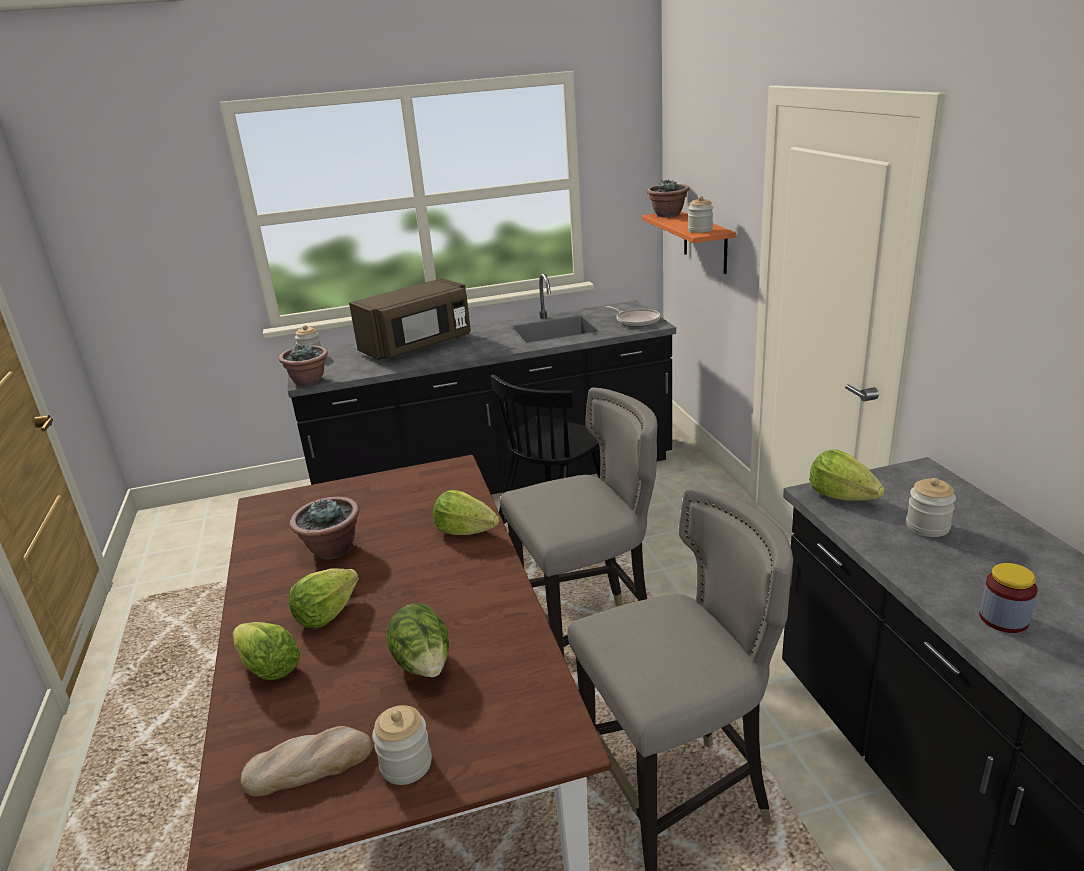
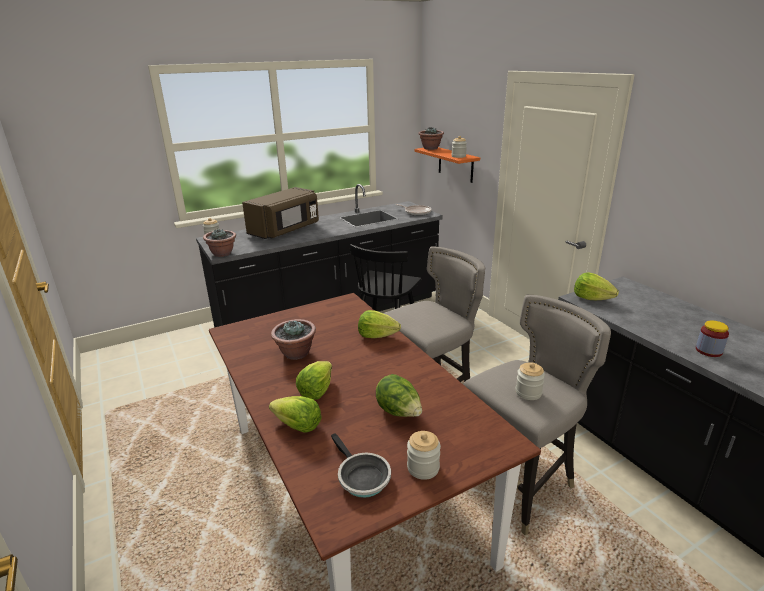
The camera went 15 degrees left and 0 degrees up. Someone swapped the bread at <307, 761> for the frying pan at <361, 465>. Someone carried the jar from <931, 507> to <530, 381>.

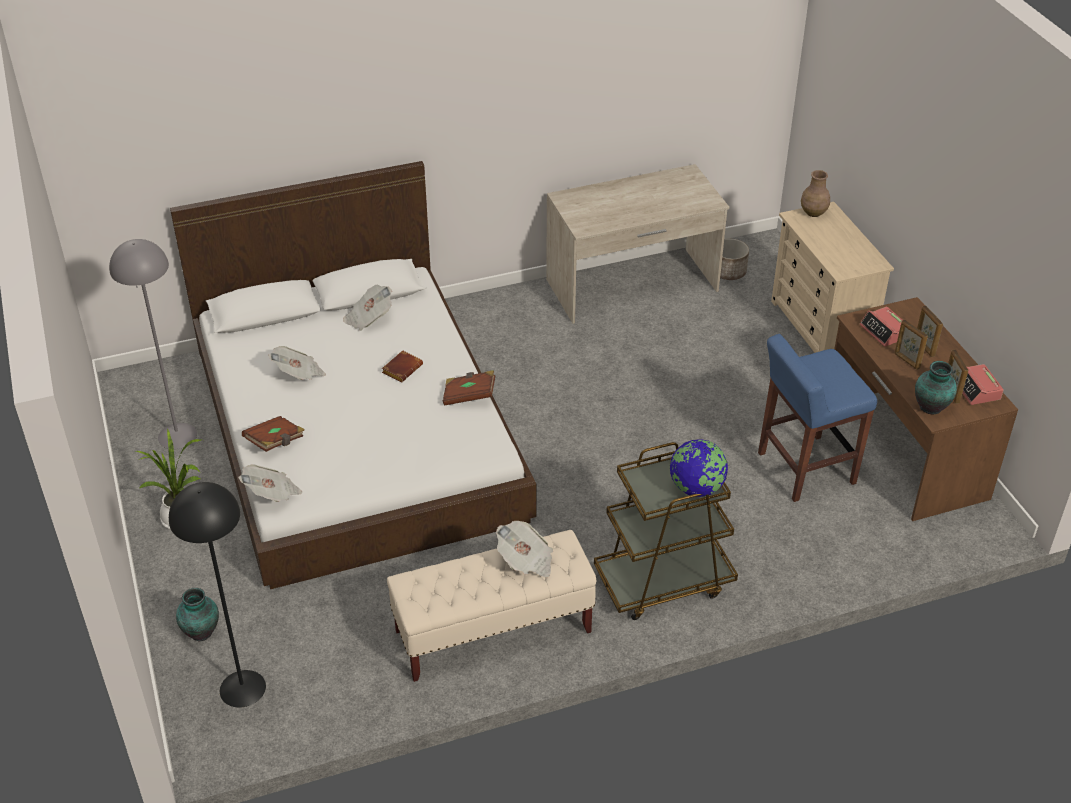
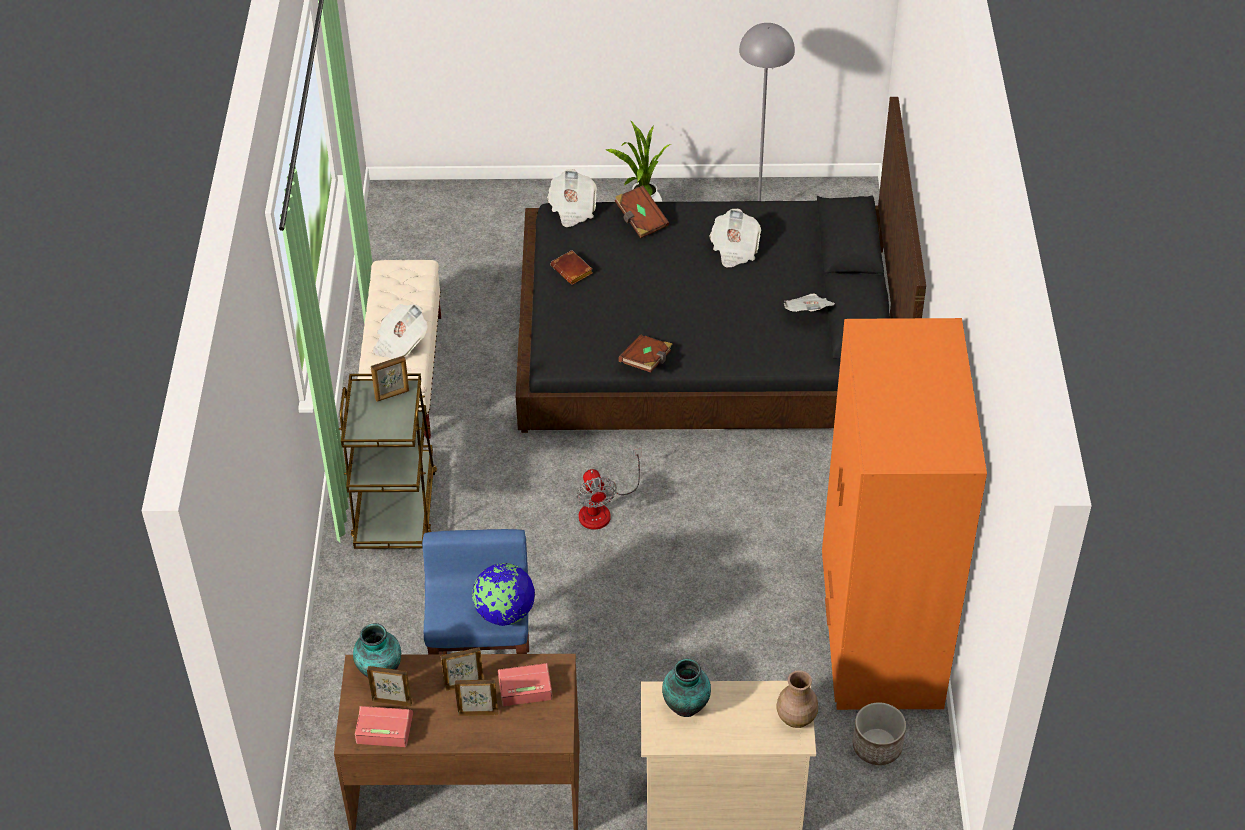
The camera went 110 degrees right and 5 degrees up. Someone took away the black floor lamp at <217, 594>. Someone repainted the white bed at <353, 375>, which became the black bed at <721, 265>. Someone carried the vase from <197, 614> to <686, 687>. Someone carried the brown book from <402, 366> to <572, 267>. Someone swapped the beige desk at <637, 244> for the orange wardrobe at <904, 514>. Someone carried the globe from <699, 468> to <503, 594>. Someone put down the picture frame at <390, 379>. Someone put down the fan at <609, 489>.

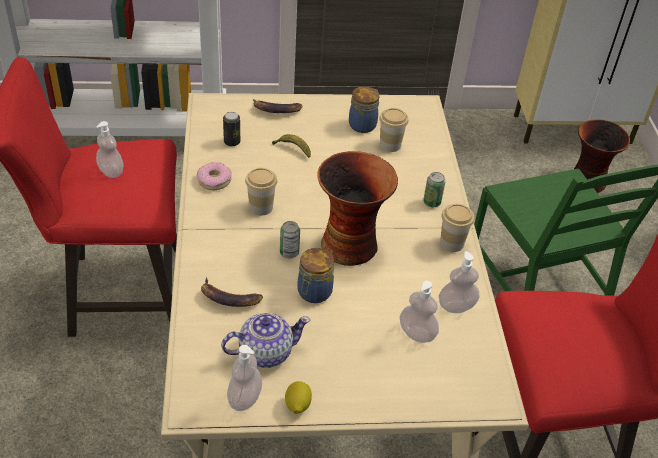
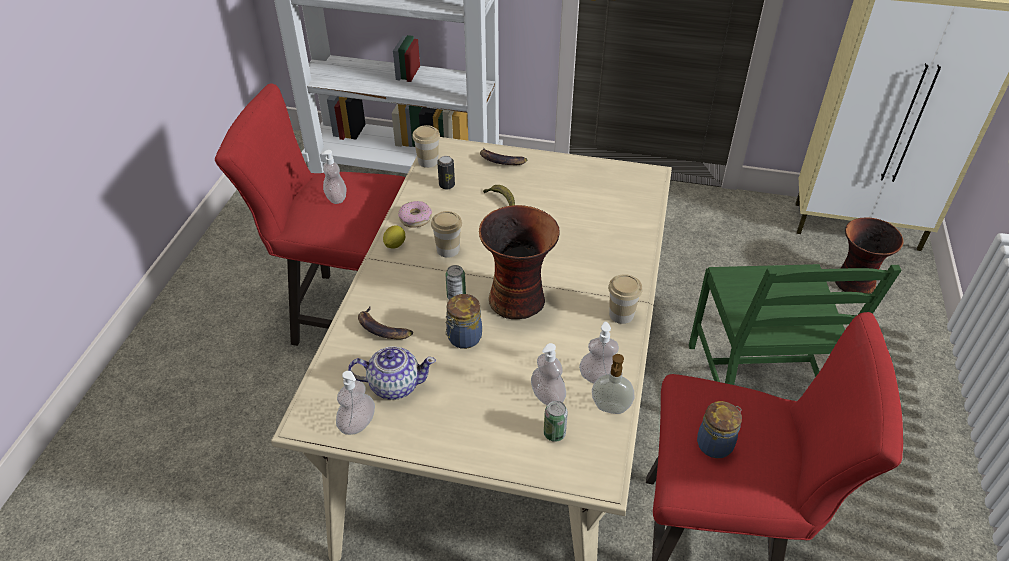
The camera went 20 degrees right and 0 degrees up. Someone carried the lemon from <298, 397> to <394, 237>. Someone carried the jar from <364, 110> to <719, 429>. Someone carried the cup from <393, 130> to <426, 146>. Someone carried the can from <434, 189> to <556, 421>. Someone put down the soap dispenser at <613, 384>.

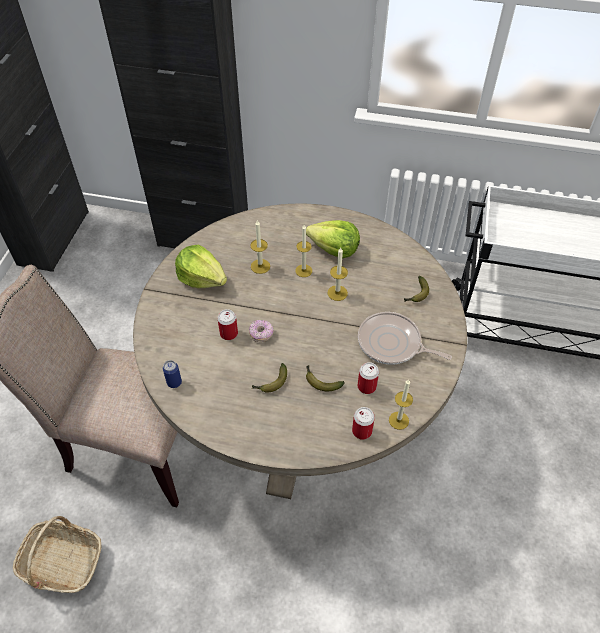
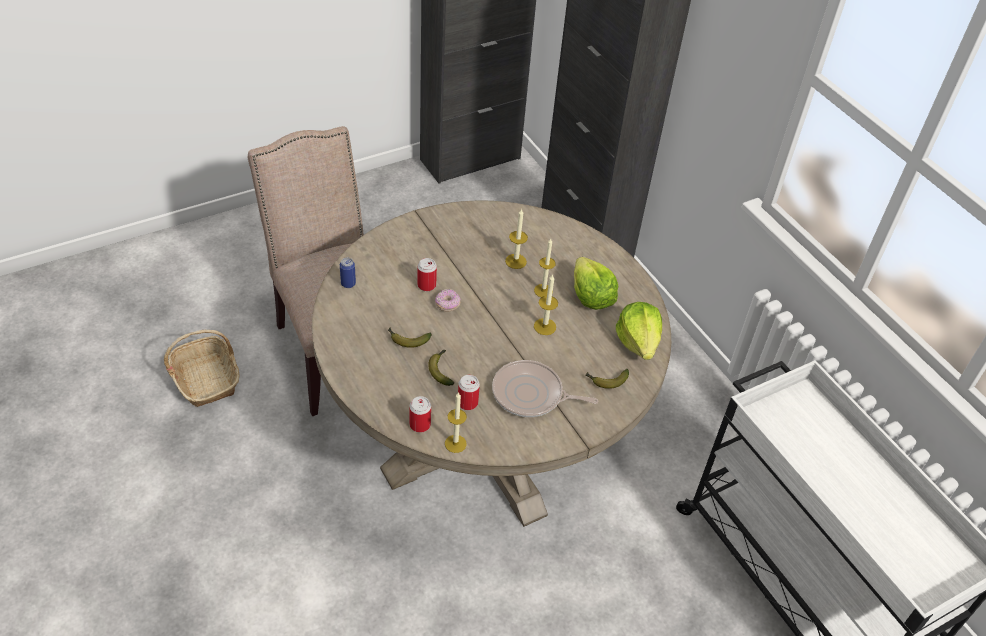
The camera went 45 degrees right and 5 degrees down. Someone carried the lettuce from <201, 266> to <639, 331>. Someone rotated the frying pan at <405, 338> by 60 degrees counterclockwise.

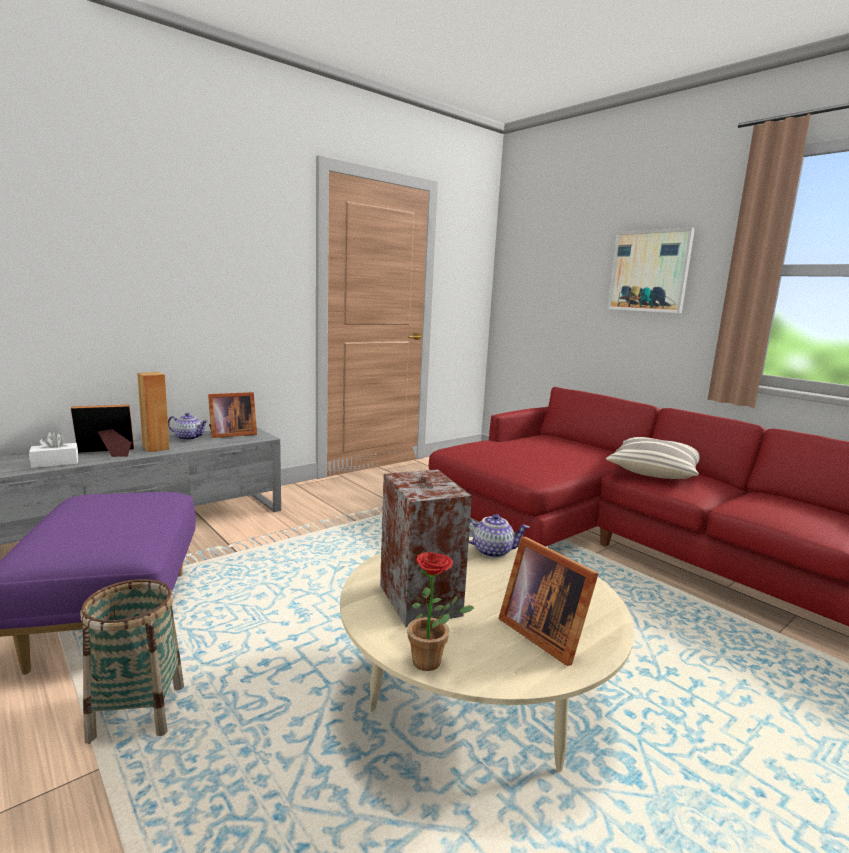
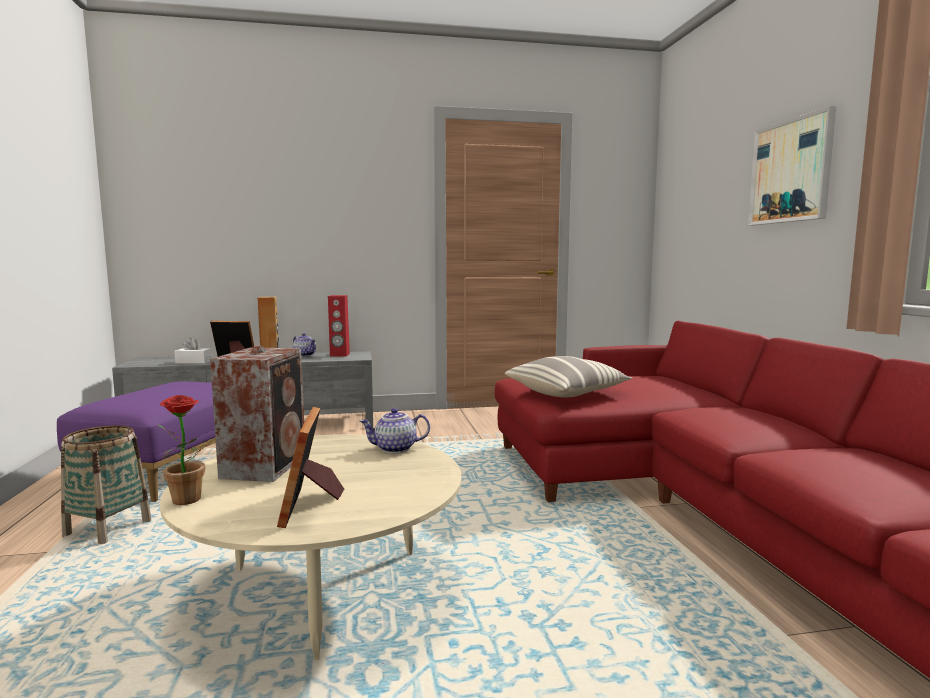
The camera went 30 degrees right and 5 degrees down. Someone swapped the picture frame at <232, 415> for the red speaker at <339, 325>. Someone rotated the teapot at <499, 536> by 135 degrees clockwise. Someone carried the pillow from <653, 458> to <568, 377>.

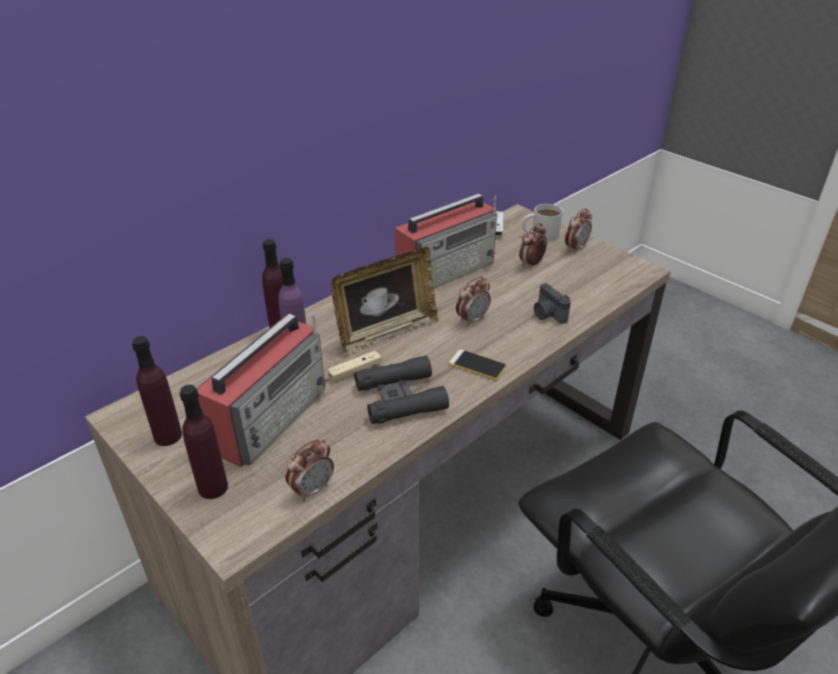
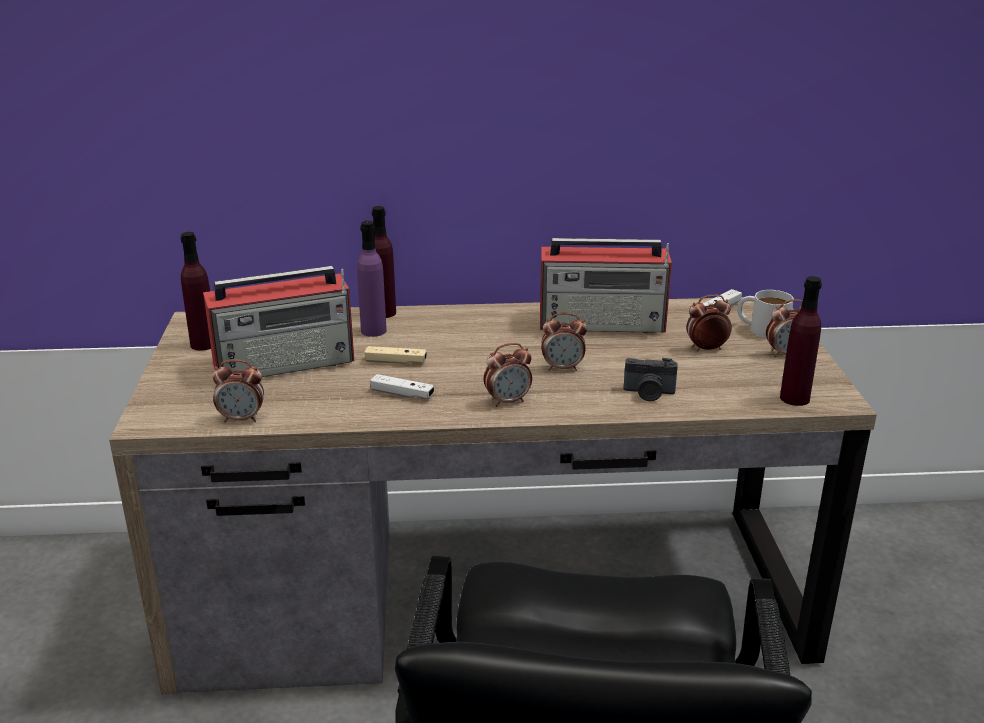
The camera went 40 degrees right and 10 degrees down. Someone carried the purple bottle from <204, 442> to <801, 341>. Someone took away the picture frame at <385, 300>. Someone swapped the black binoculars at <401, 389> for the white game controller at <402, 386>. Someone swapped the phone at <478, 364> for the alarm clock at <507, 375>. Someone rotated the photo camera at <552, 303> by 90 degrees counterclockwise.

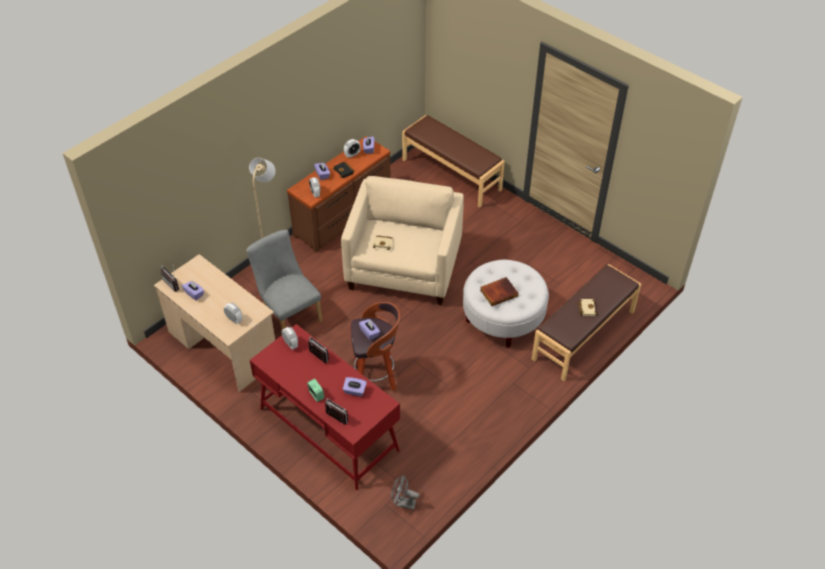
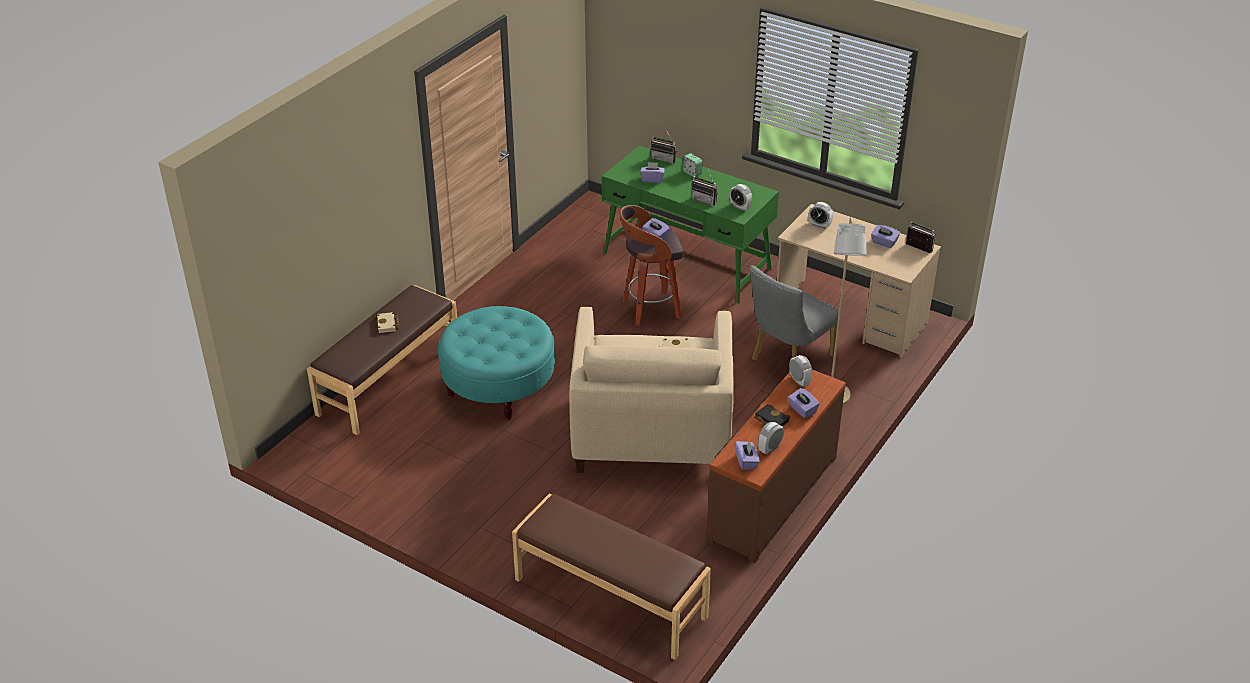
The camera went 170 degrees right and 10 degrees down. Someone rotated the grey chair at <284, 280> by 90 degrees clockwise. Someone repainted the red desk at <325, 407>, which became the green desk at <690, 224>. Someone took away the grey fan at <405, 492>. Someone repainted the white ottoman at <506, 304>, which became the turquoise ottoman at <496, 363>. Someone took away the book at <499, 291>.

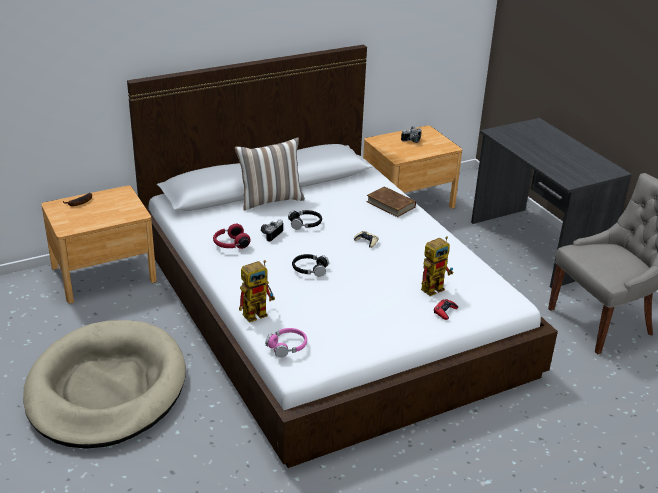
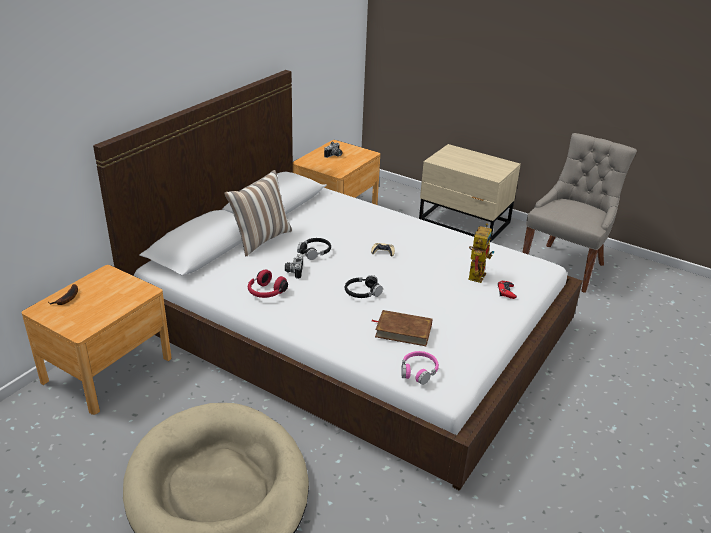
The camera went 30 degrees left and 0 degrees up. Someone took away the toy robot at <257, 291>. Someone carried the brown book from <391, 201> to <402, 328>. Someone swapped the grey desk at <551, 203> for the beige nightstand at <470, 193>.

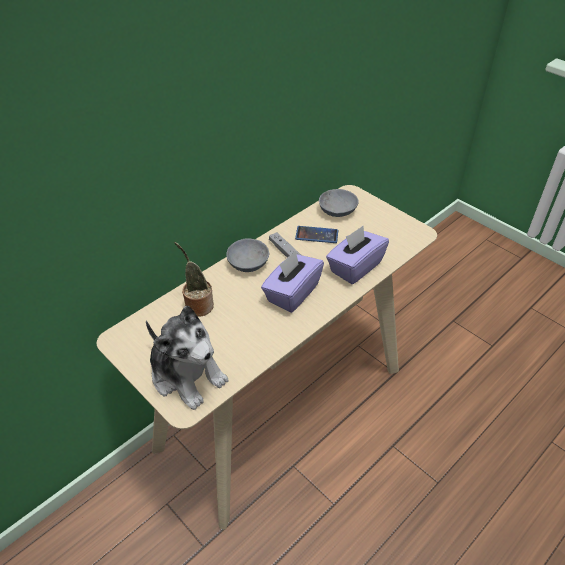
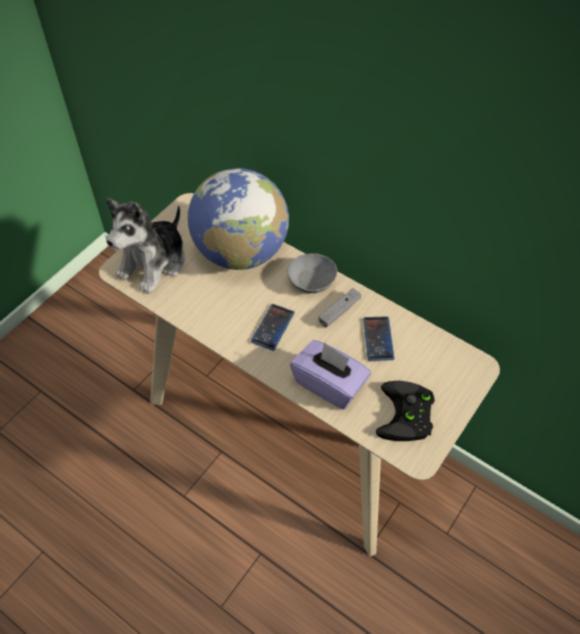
The camera went 80 degrees right and 10 degrees up. Someone swapped the potted plant at <194, 279> for the globe at <238, 219>. Someone swapped the purple tissue box at <292, 281> for the phone at <273, 327>. Someone took away the grey bowl at <339, 203>. Someone put down the black game controller at <405, 411>.

